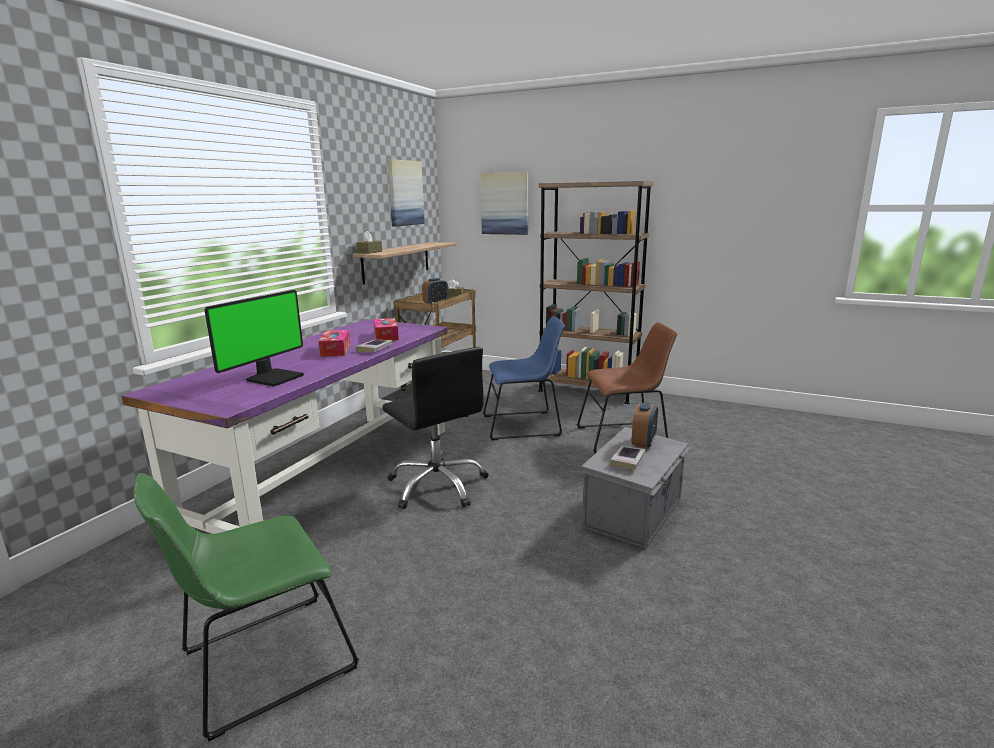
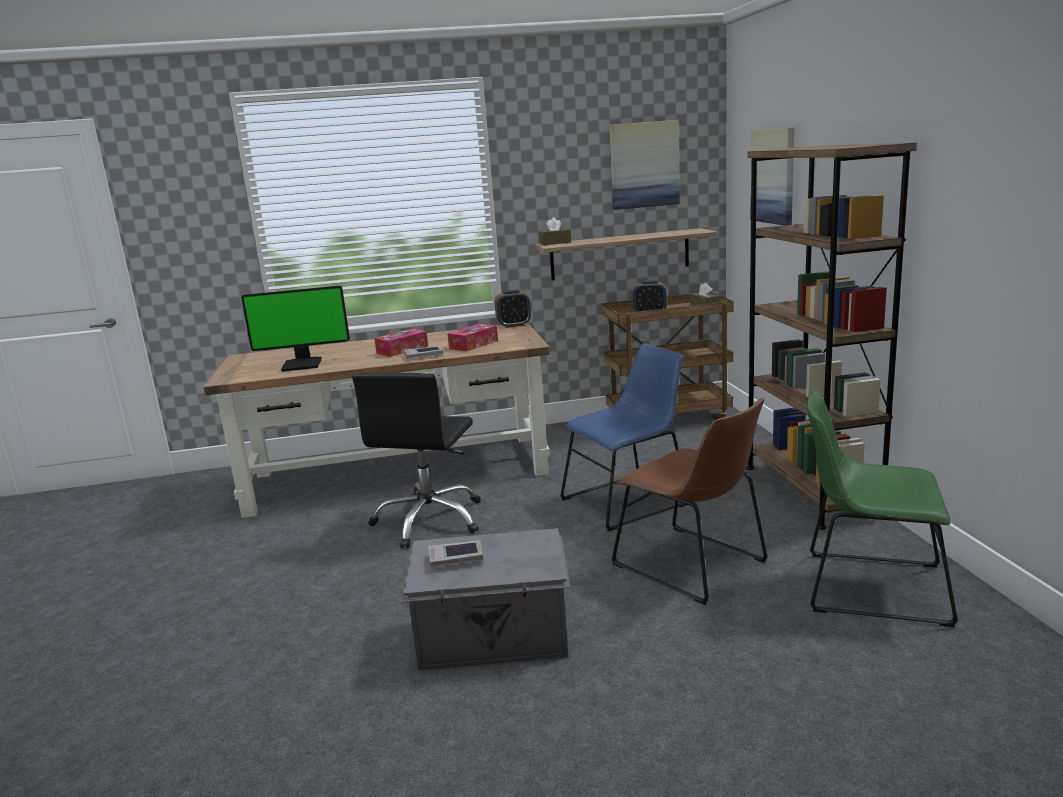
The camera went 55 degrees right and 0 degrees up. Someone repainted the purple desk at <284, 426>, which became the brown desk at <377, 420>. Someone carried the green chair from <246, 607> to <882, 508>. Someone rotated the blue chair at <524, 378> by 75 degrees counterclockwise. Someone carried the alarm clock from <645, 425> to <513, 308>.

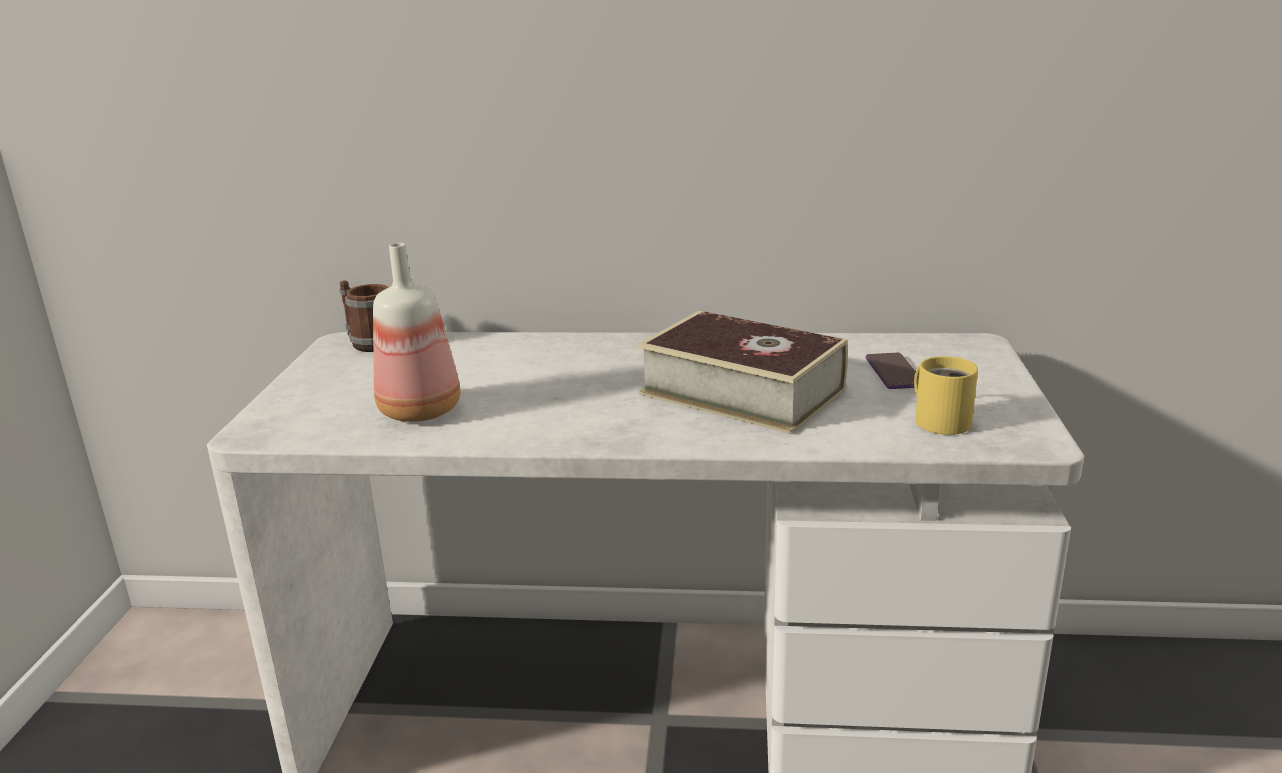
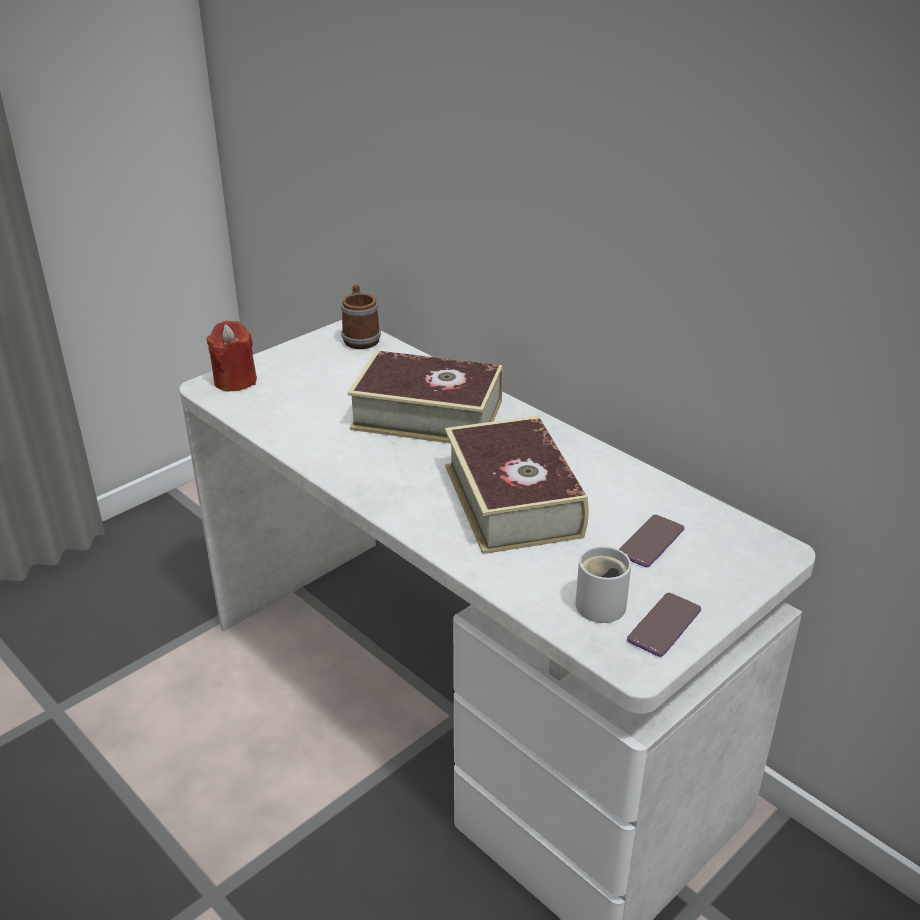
The camera went 40 degrees right and 10 degrees up. Someone took away the bottle at <416, 332>. Someone repainted the yellow mug at <946, 395>, which became the white mug at <603, 584>. Someone put down the red candle at <231, 356>. Someone put down the book at <425, 397>. Someone put down the phone at <664, 625>.

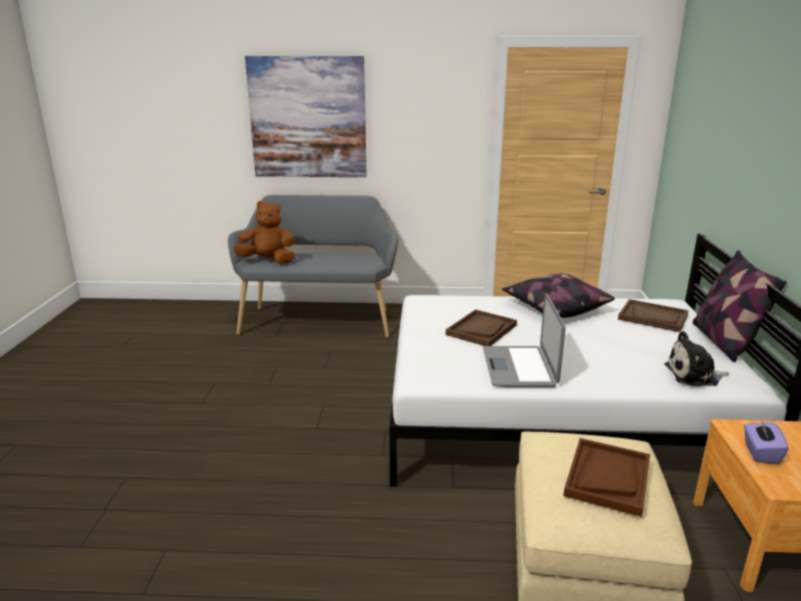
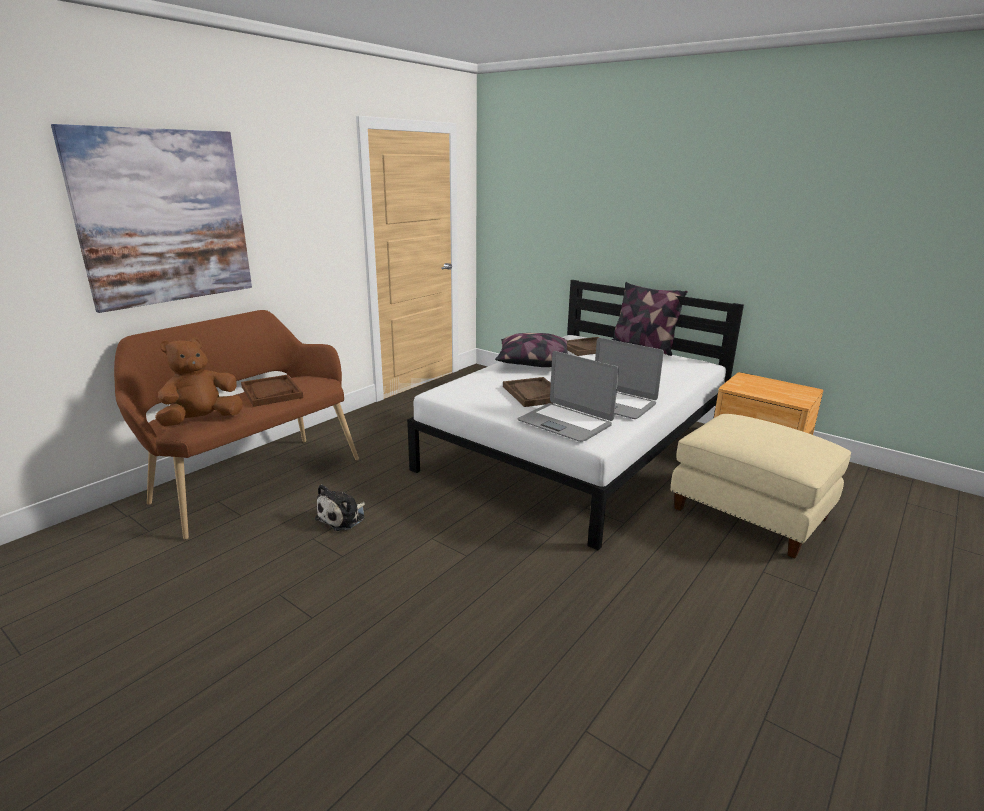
The camera went 55 degrees left and 0 degrees up. Someone repainted the grey bench at <313, 266>, which became the brown bench at <236, 425>. Someone carried the brown tray from <606, 477> to <272, 391>. Someone carried the plush toy from <696, 358> to <340, 507>. Someone took away the purple tissue box at <766, 441>. Someone put down the laptop at <568, 396>.

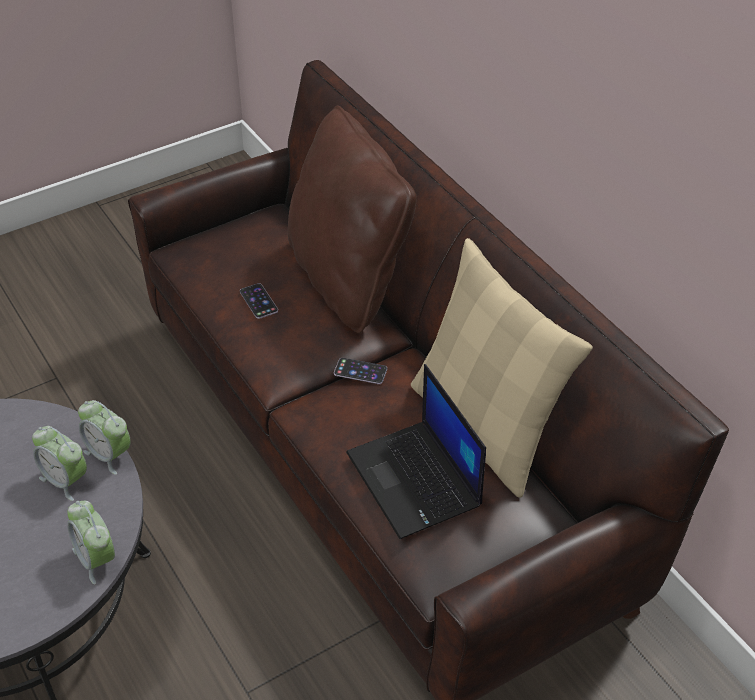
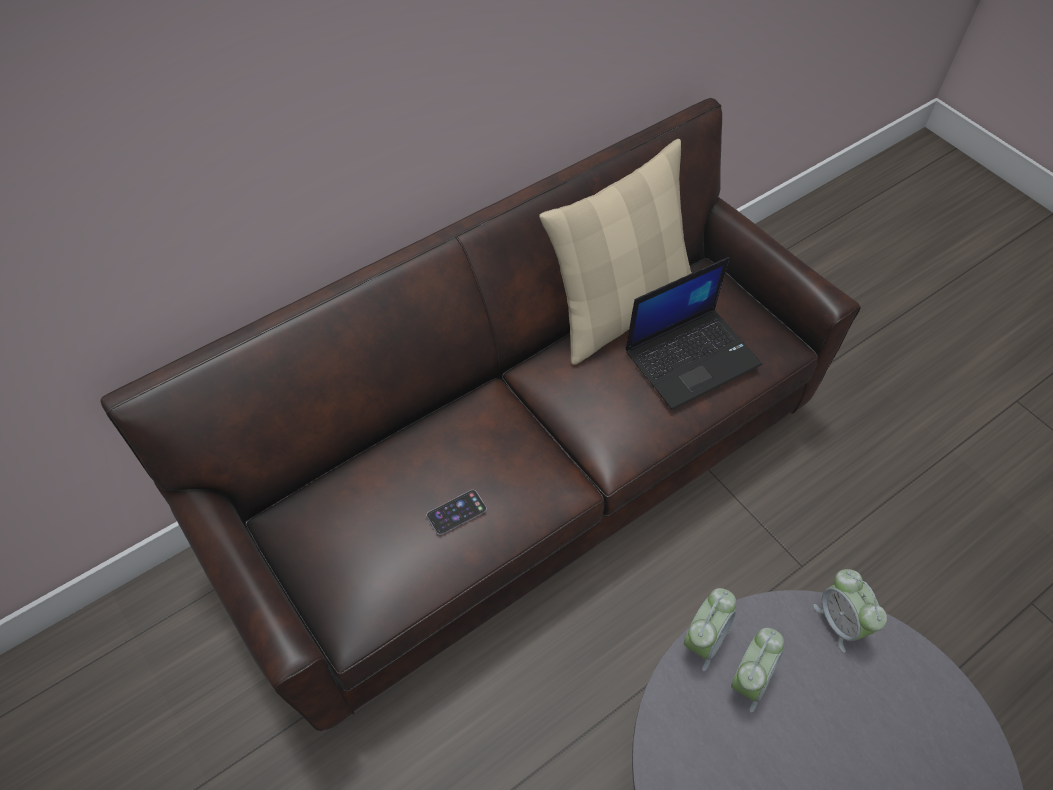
The camera went 95 degrees left and 10 degrees up. Someone rotated the alarm clock at <91, 542> by 105 degrees clockwise. Someone took away the brown pillow at <352, 219>. Someone took away the phone at <360, 371>.

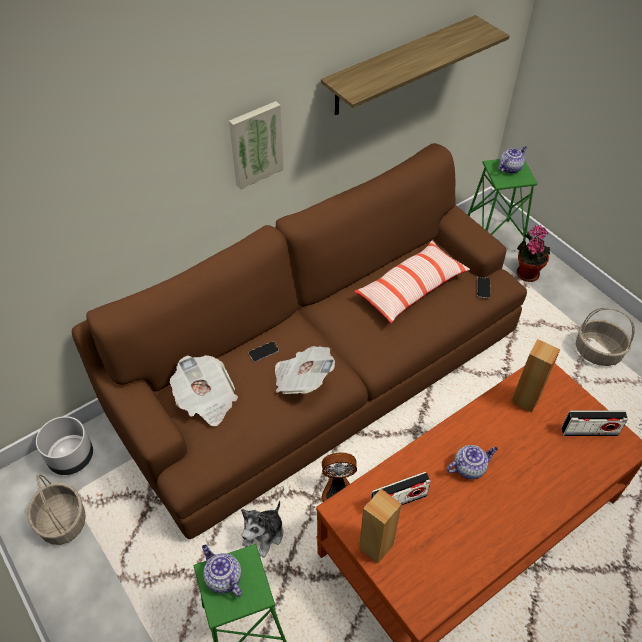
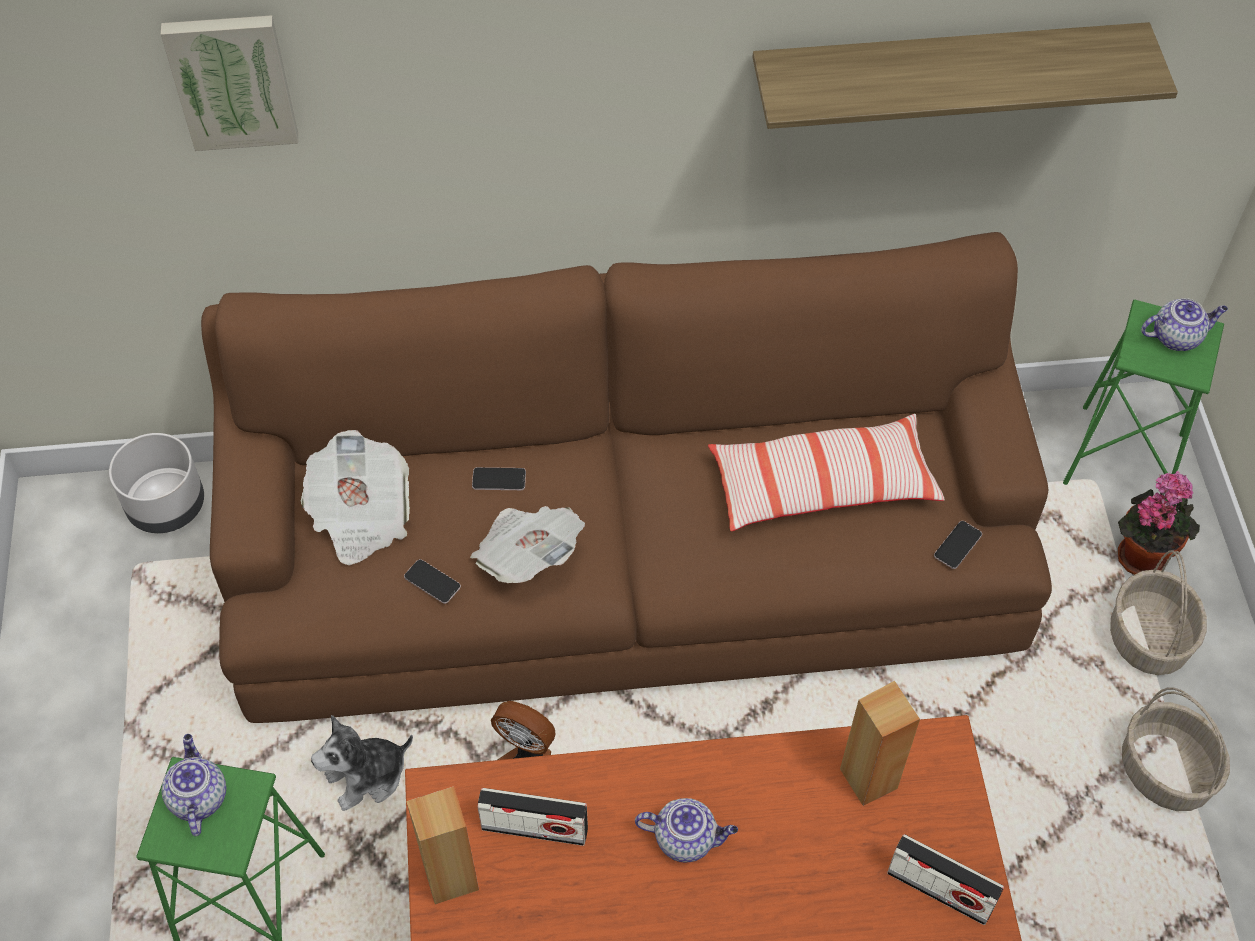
The camera went 30 degrees right and 5 degrees up. Someone carried the basket from <56, 510> to <1158, 612>. Someone carried the picture from <256, 145> to <229, 83>. Someone put down the phone at <432, 581>.

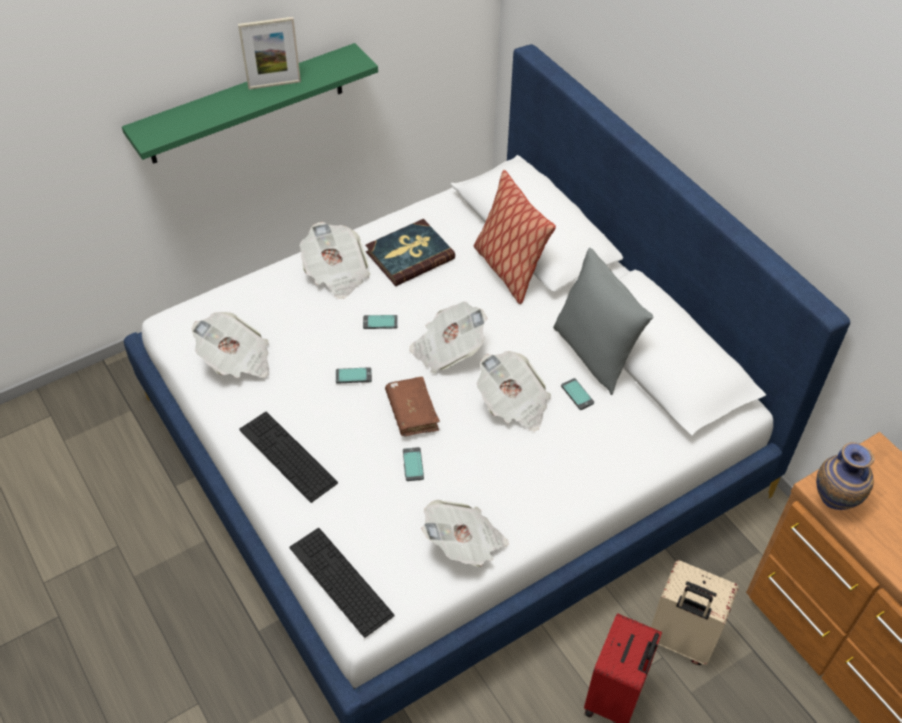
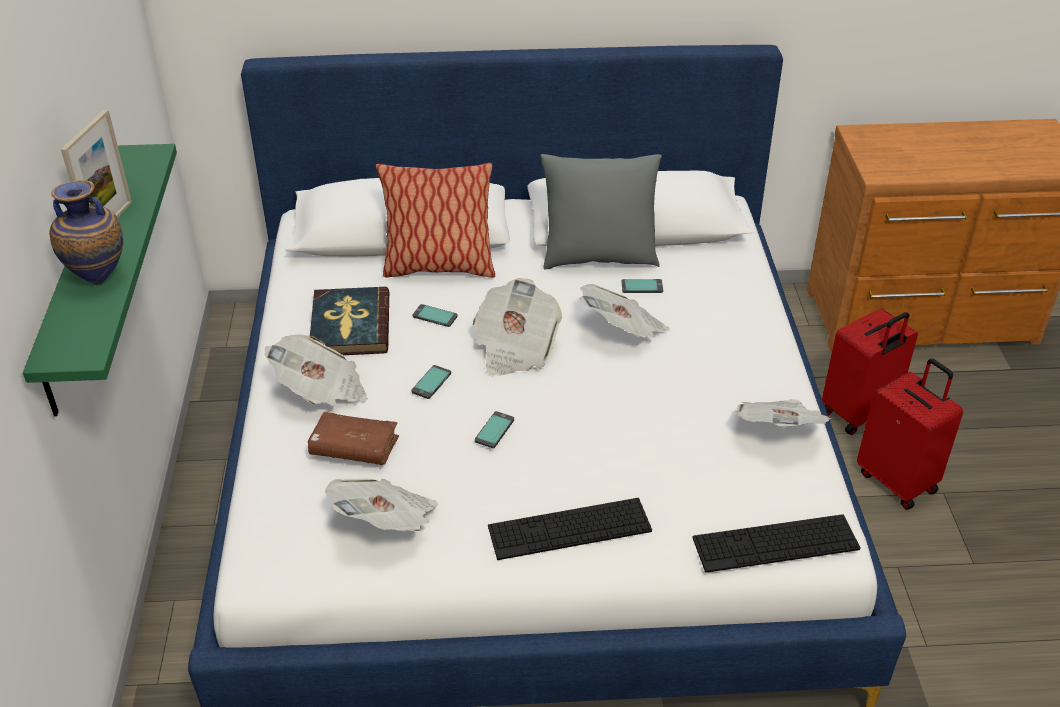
The camera went 60 degrees left and 10 degrees down. Someone carried the brown book from <412, 406> to <353, 438>. Someone carried the phone from <413, 464> to <435, 315>. Someone repainted the beige suitcase at <695, 612>, which became the red suitcase at <870, 371>. Someone carried the vase from <845, 476> to <86, 232>.

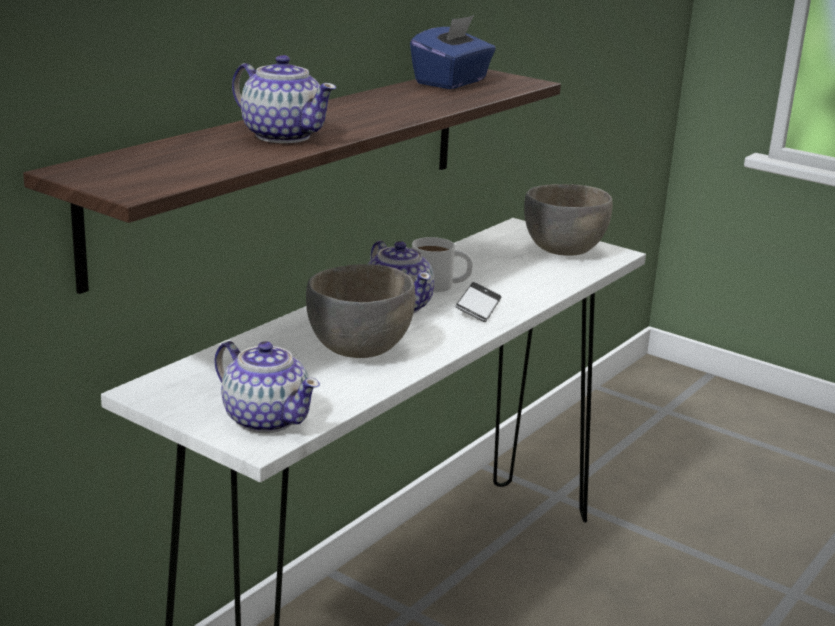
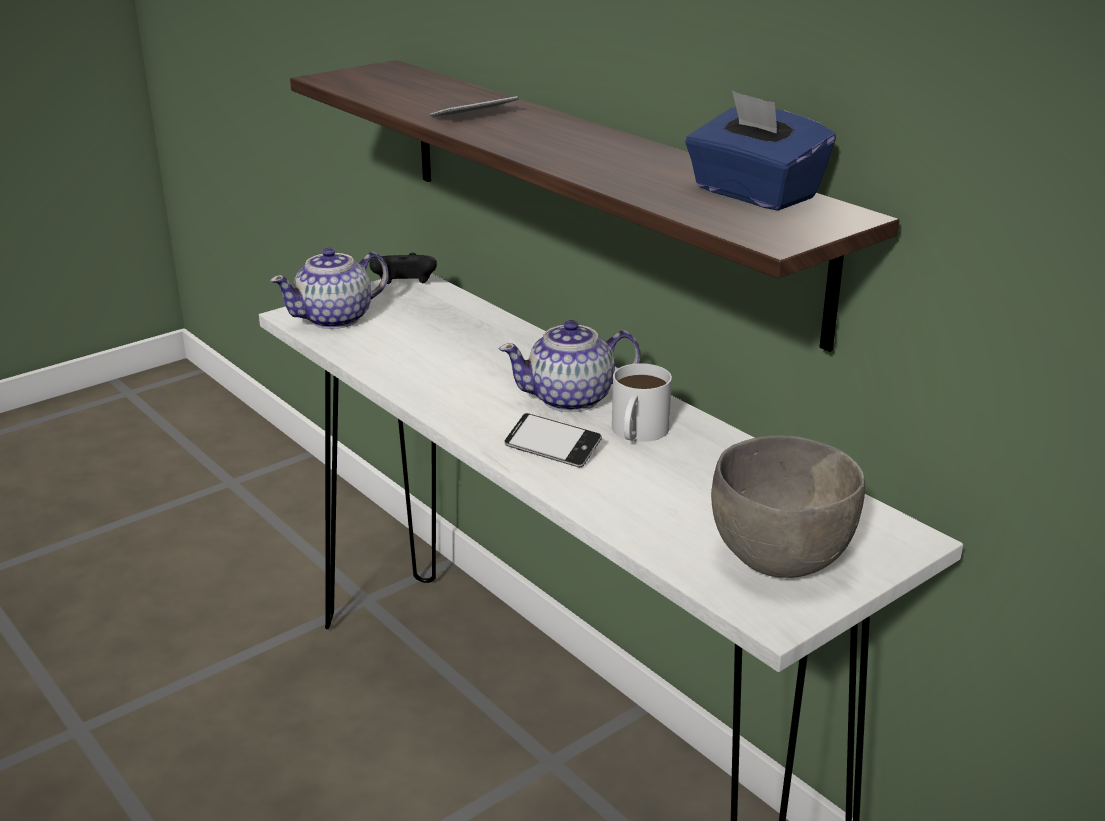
The camera went 105 degrees right and 5 degrees up. Someone swapped the teapot at <284, 99> for the phone at <474, 106>. Someone took away the grey bowl at <361, 311>. Someone put down the black game controller at <403, 268>.

